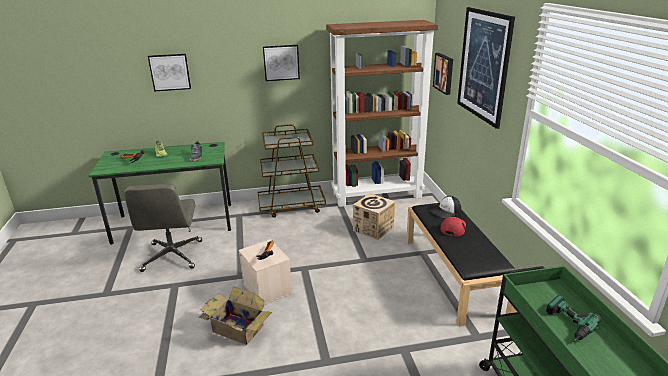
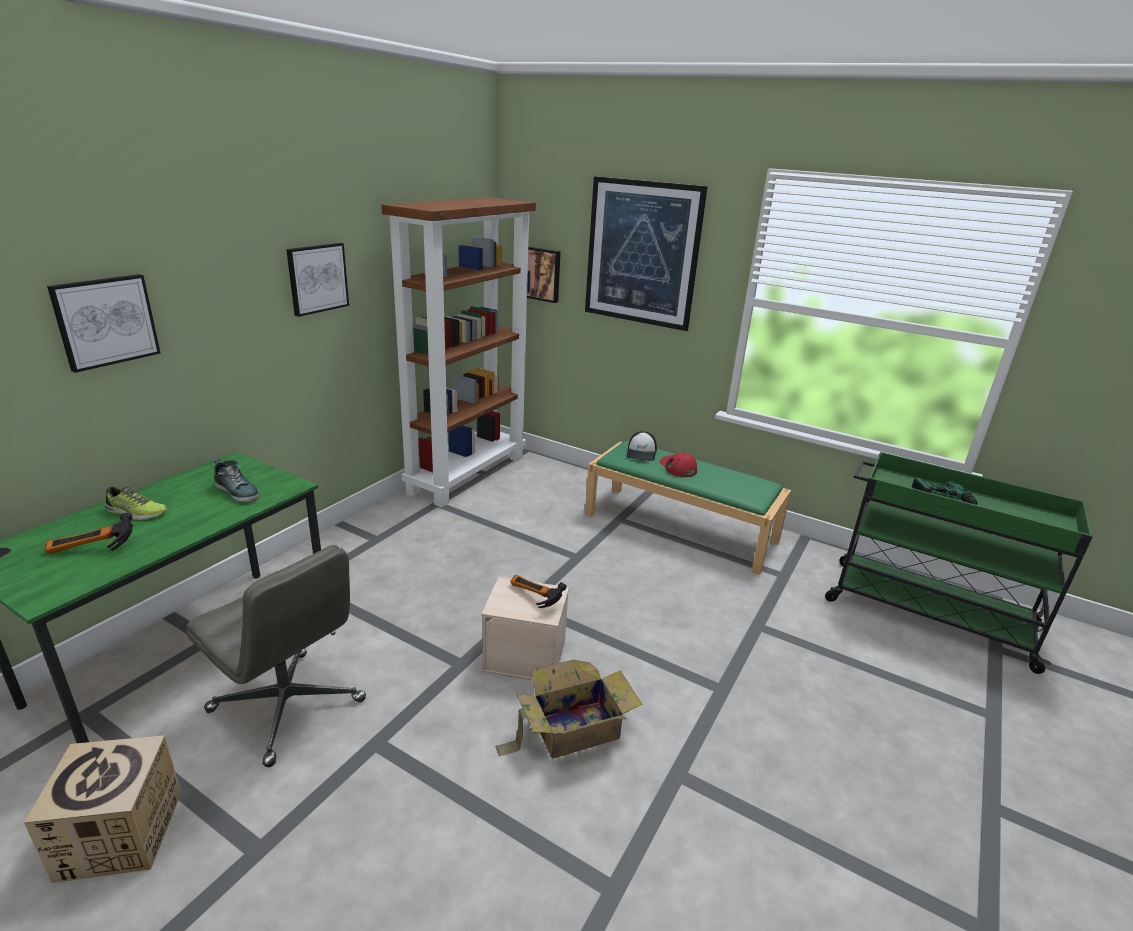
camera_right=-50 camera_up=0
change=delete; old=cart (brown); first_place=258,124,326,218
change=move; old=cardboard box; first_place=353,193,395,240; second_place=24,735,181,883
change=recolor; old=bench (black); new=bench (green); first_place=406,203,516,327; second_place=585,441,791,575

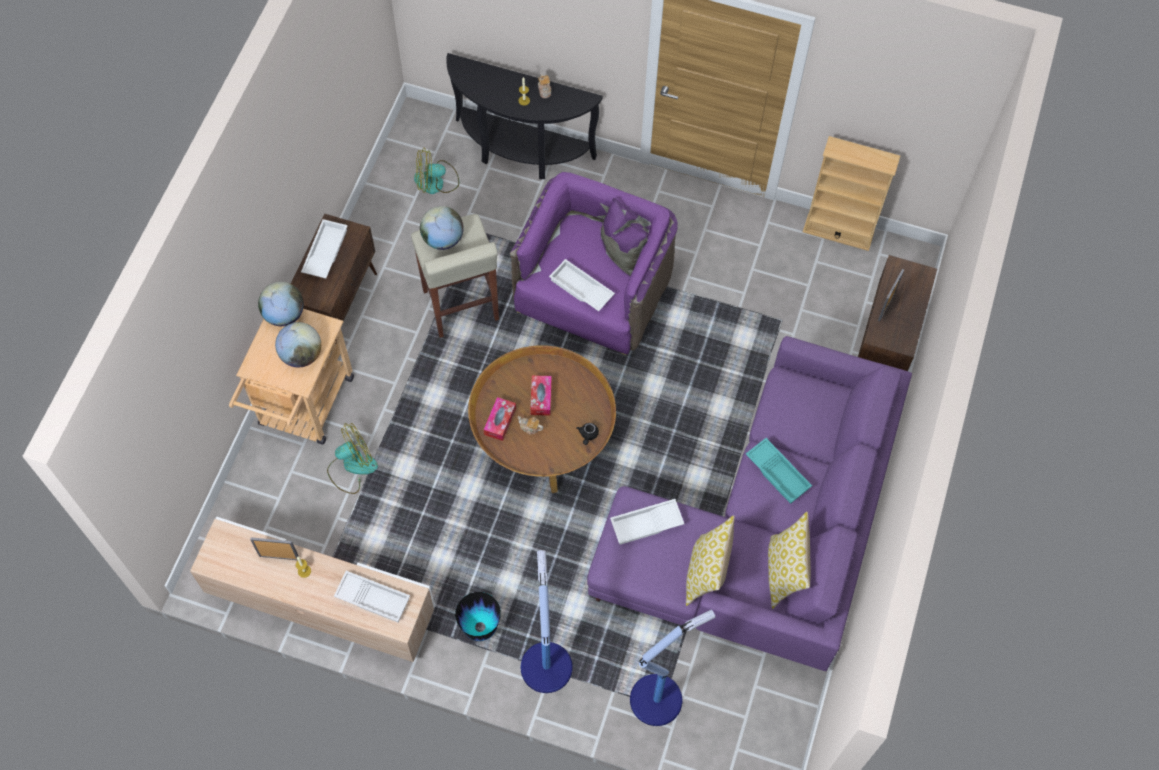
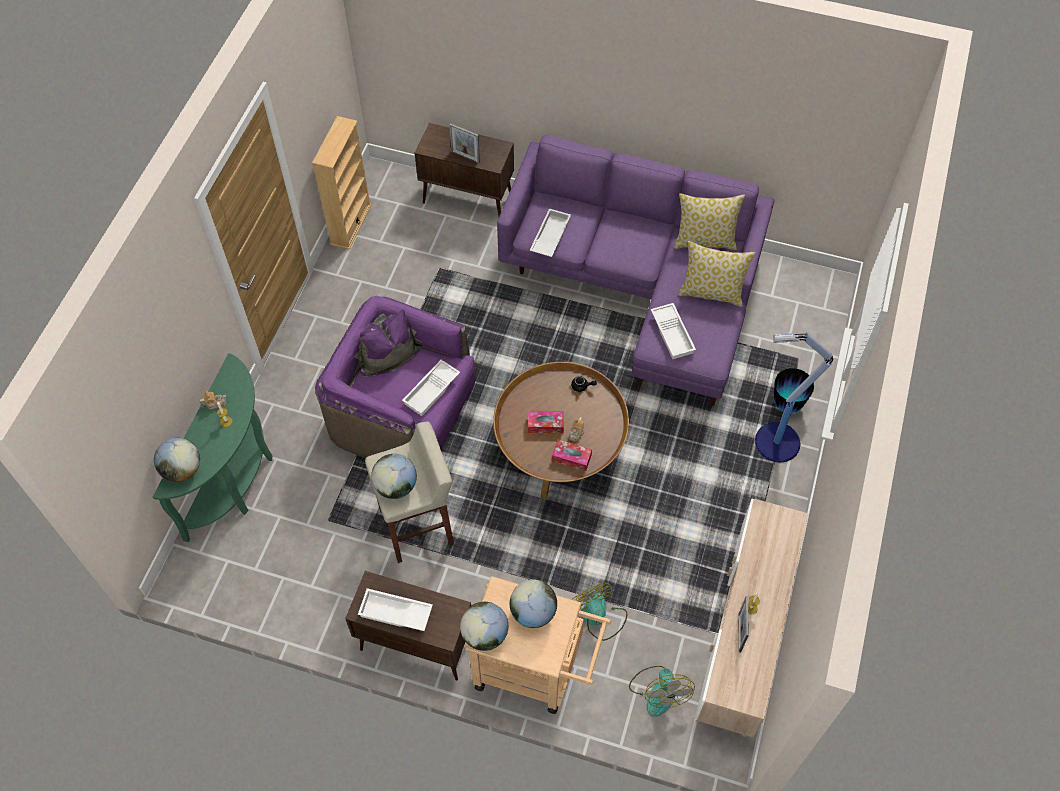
camera_right=-90 camera_up=-5
change=delete; old=floor lamp; first_place=630,609,716,726
change=delete; old=tray (turquoise); first_place=746,438,812,504
change=insert; new=globe; second_place=154,438,200,482
change=move; old=tray (white); first_place=334,571,410,622; second_place=530,208,571,257
change=move; old=fan; first_place=414,148,459,194; second_place=629,666,695,717
change=move; old=vase; first_place=455,592,501,641; second_place=774,368,814,413
change=recolor; old=console table (black); new=console table (green); first_place=446,53,603,179; second_place=153,353,273,542

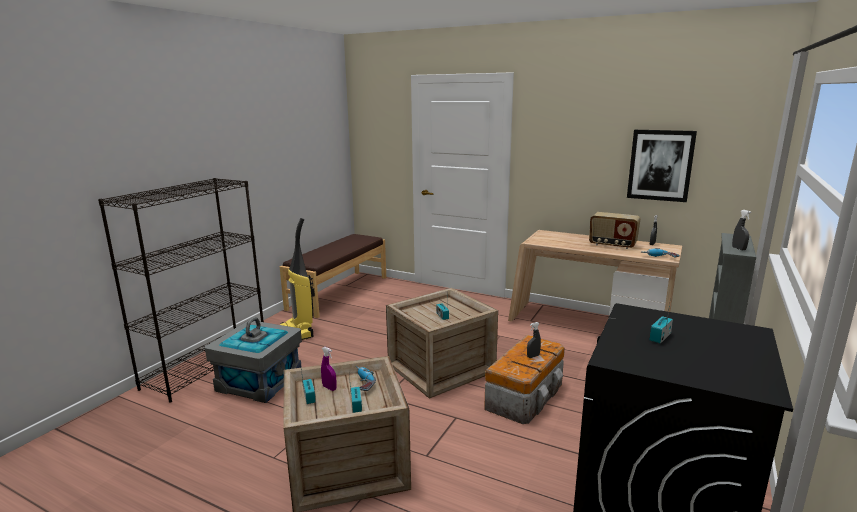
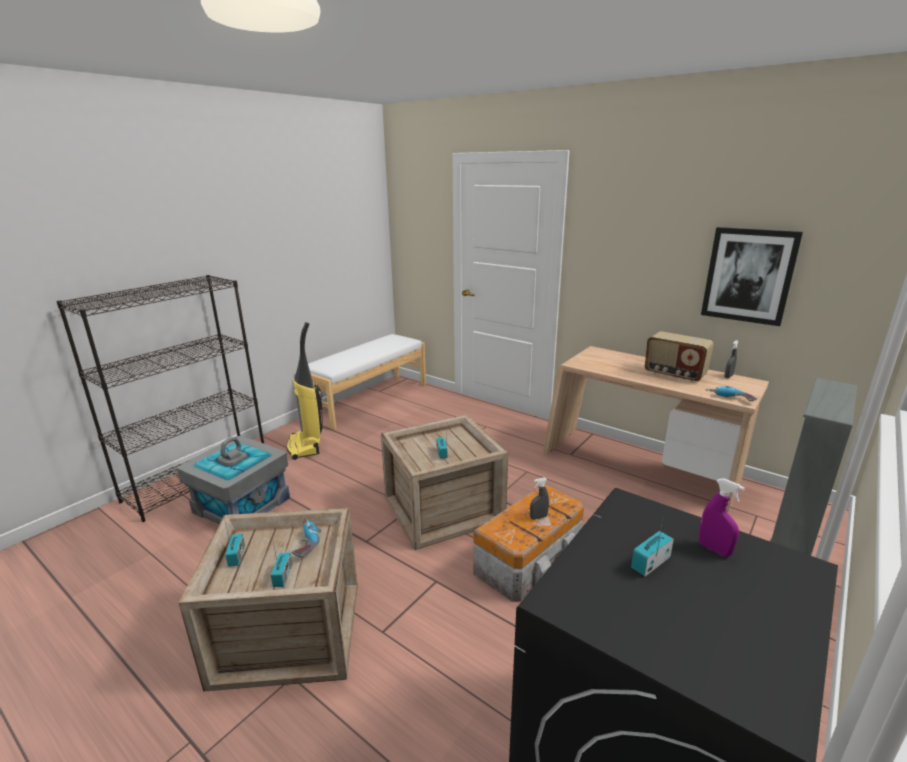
camera_right=10 camera_up=5
change=delete; old=spray bottle (grey); first_place=732,210,752,250
change=move; old=spray bottle (purple); first_place=321,347,337,391; second_place=699,478,745,557
change=recolor; old=bench (brown); new=bench (white); first_place=280,234,386,318; second_place=308,334,426,430

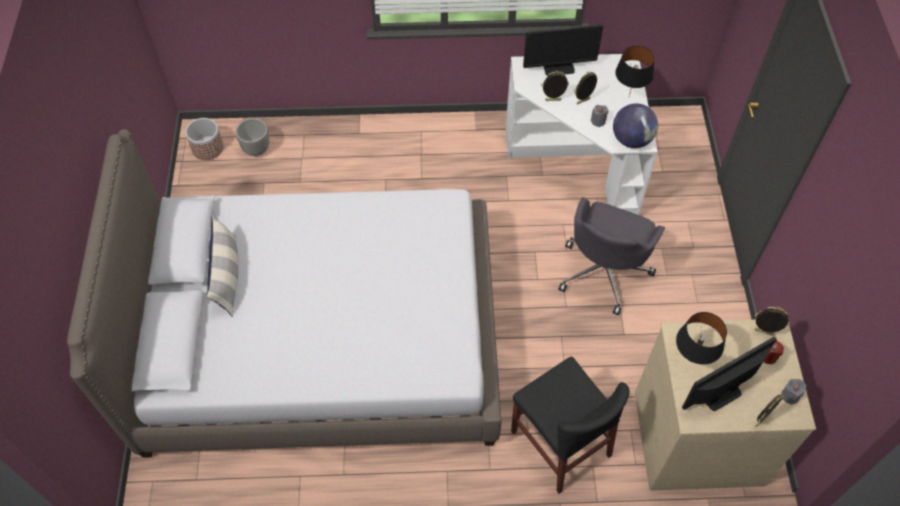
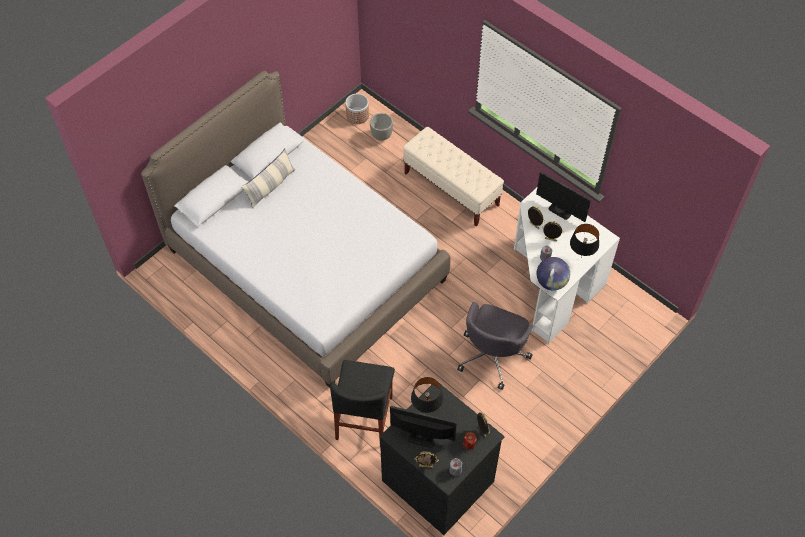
camera_right=45 camera_up=0
change=insert; new=bench (beige); second_place=403,127,504,227
change=recolor; old=dresser (beige); new=dresser (black); first_place=635,320,816,491; second_place=380,383,505,535
change=rotate; old=office chair (grey); first_place=558,197,665,315; second_place=457,302,534,390; degrees=-45

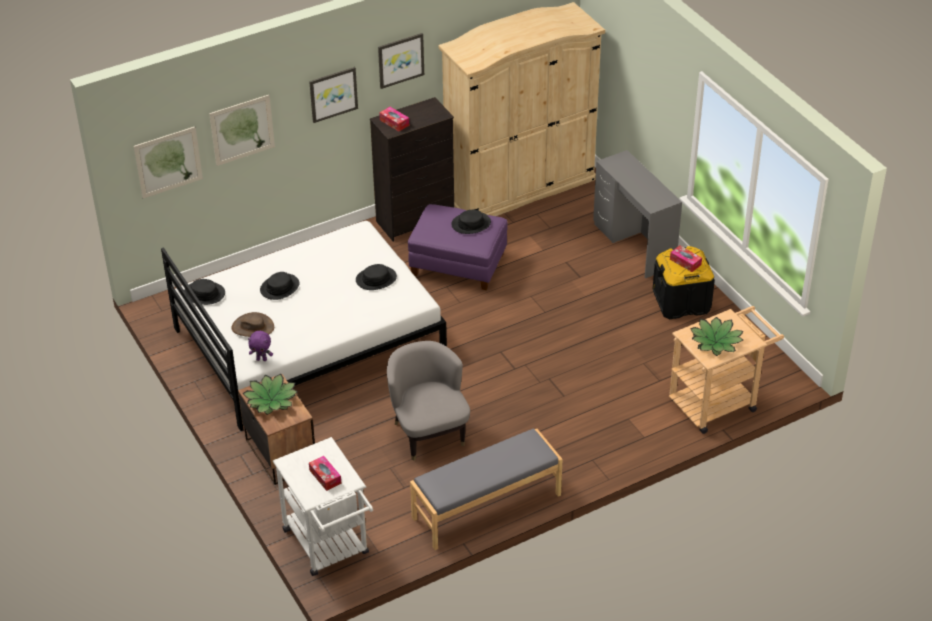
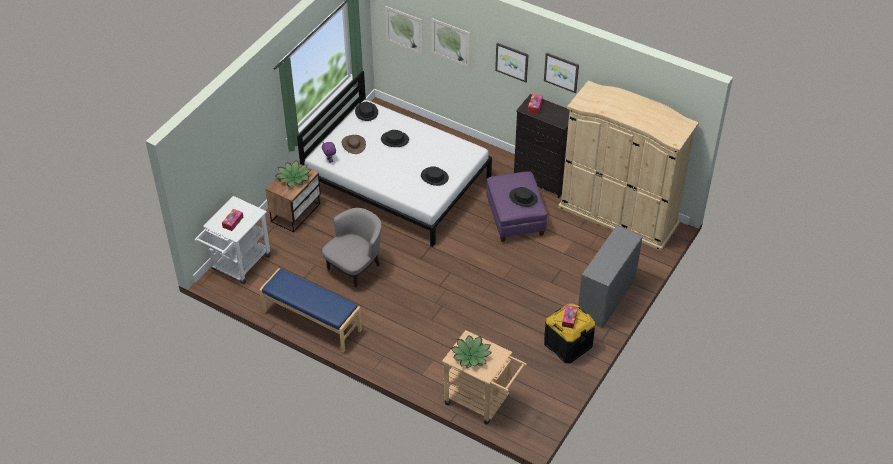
camera_right=60 camera_up=5
change=recolor; old=bench (grey); new=bench (blue); first_place=410,429,563,550; second_place=259,268,362,353

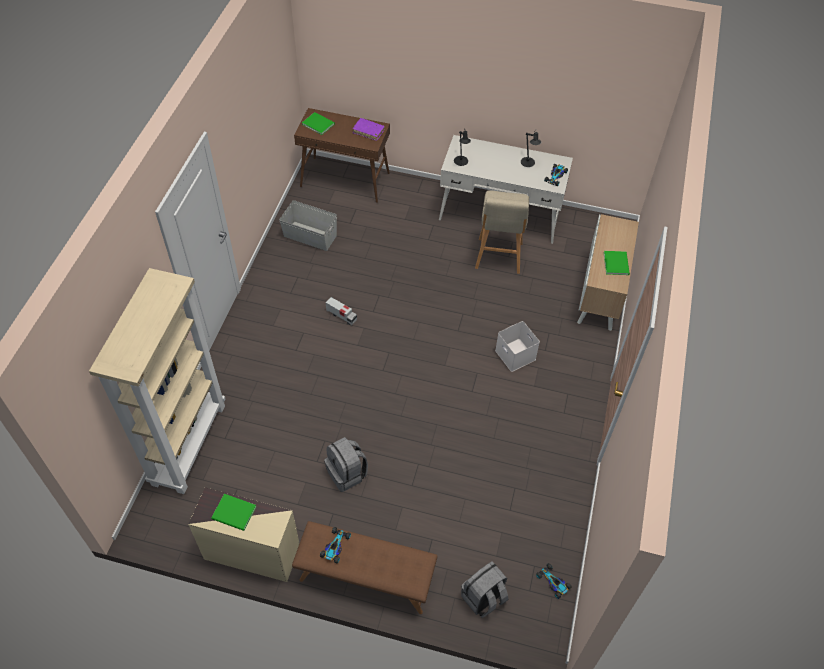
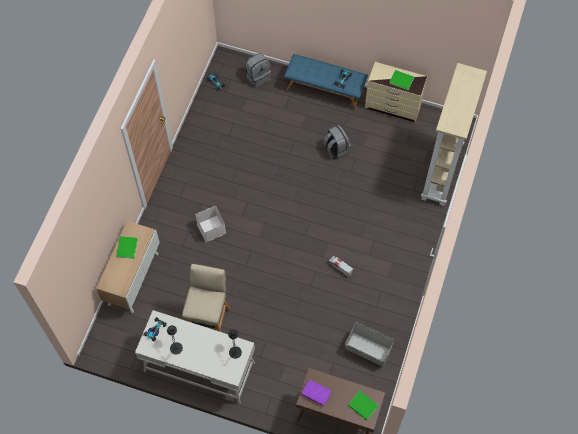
camera_right=-175 camera_up=10
change=recolor; old=bench (brown); new=bench (blue); first_place=292,521,438,614; second_place=284,54,368,110

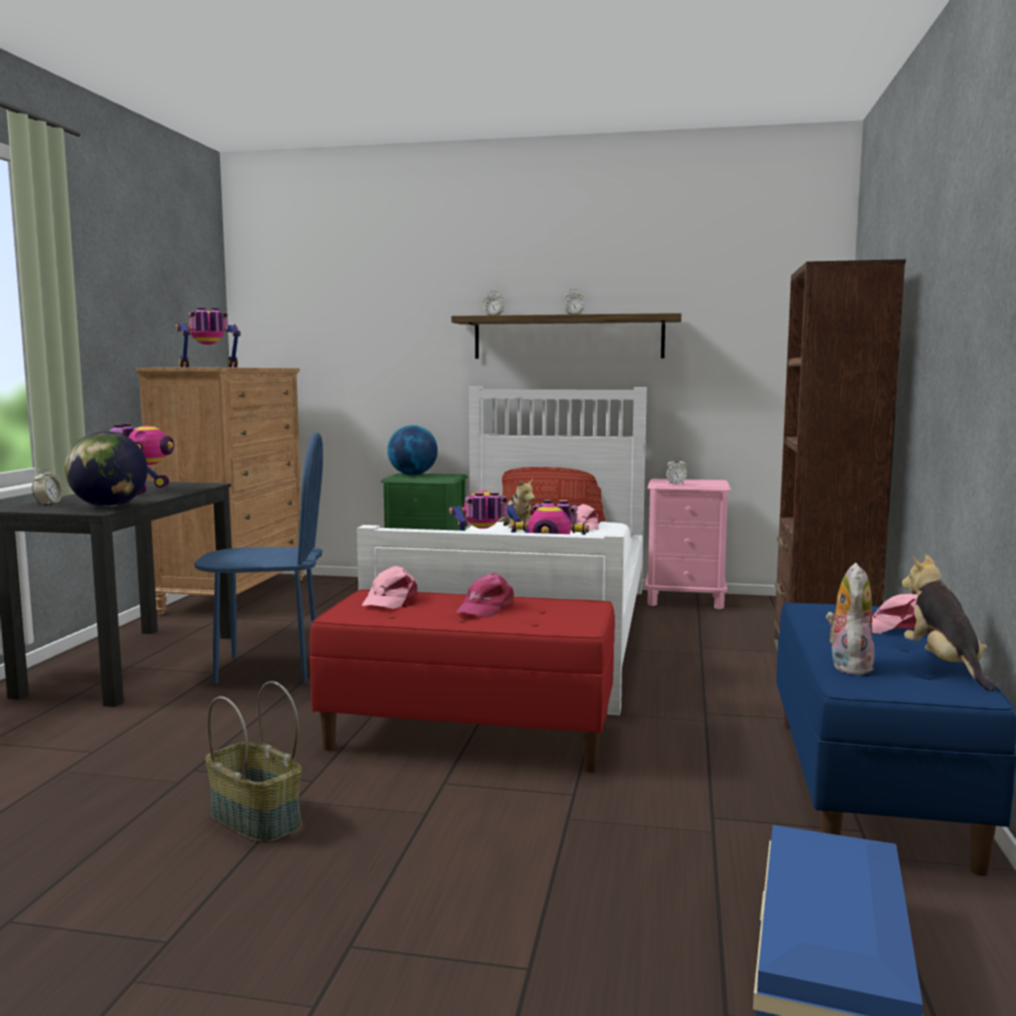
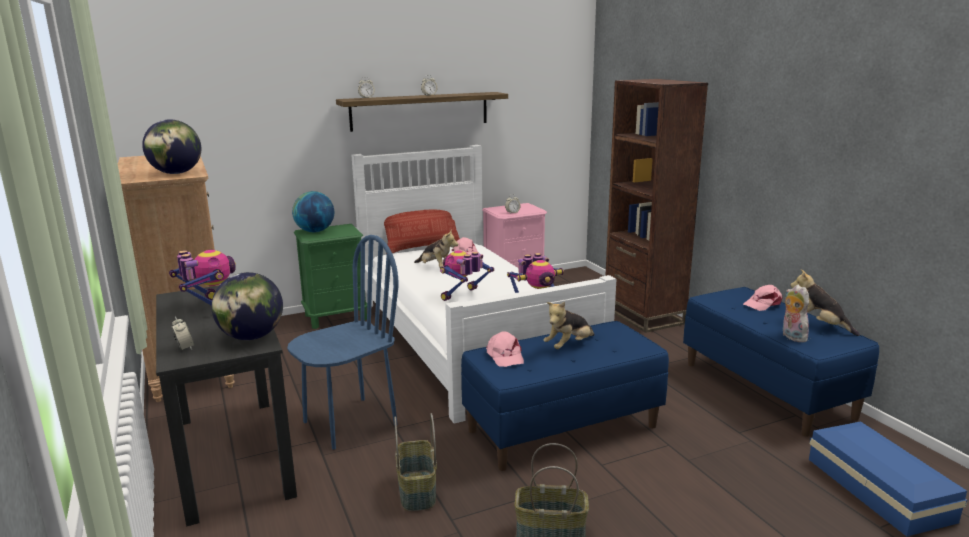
camera_right=-35 camera_up=10
change=insert; new=basket; second_place=394,413,437,511
change=replace; old=toy robot; new=globe; first_place=175,308,241,367; second_place=142,119,201,174
change=replace; old=cap (pink); new=plush toy; first_place=456,573,514,618; second_place=543,302,595,349
change=recolor; old=bench (red); new=bench (blue); first_place=309,589,615,773; second_place=461,321,669,471

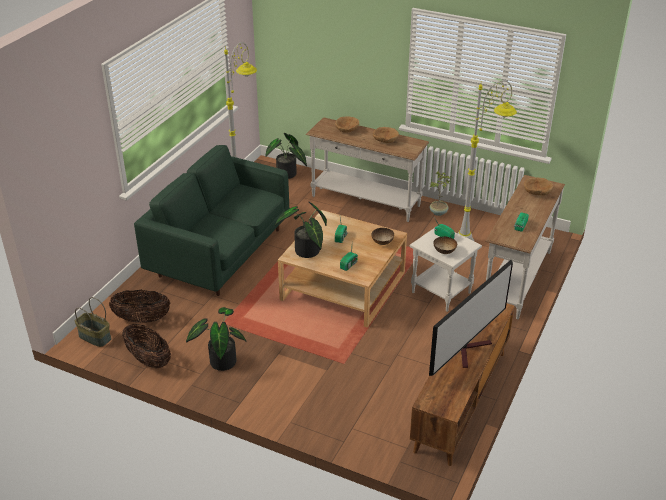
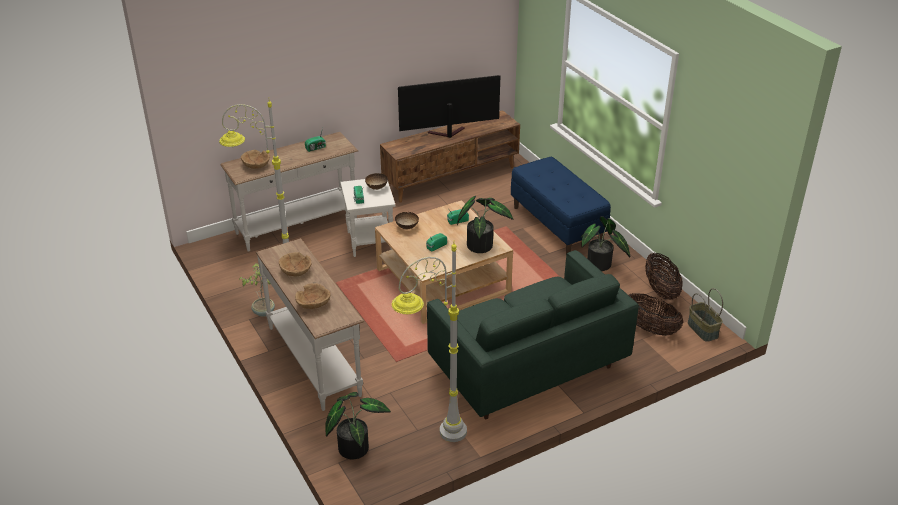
camera_right=-145 camera_up=0
change=insert; new=bench (blue); second_place=511,156,611,255

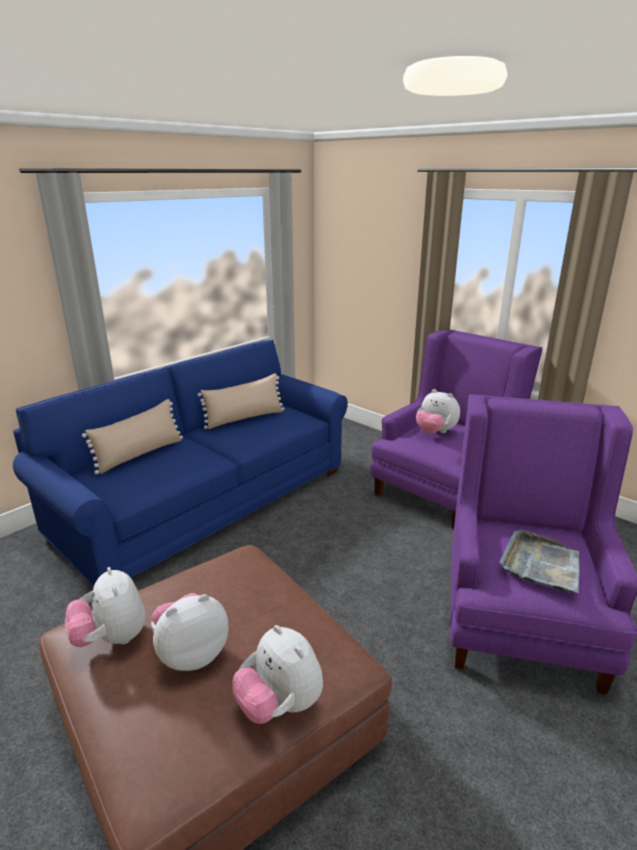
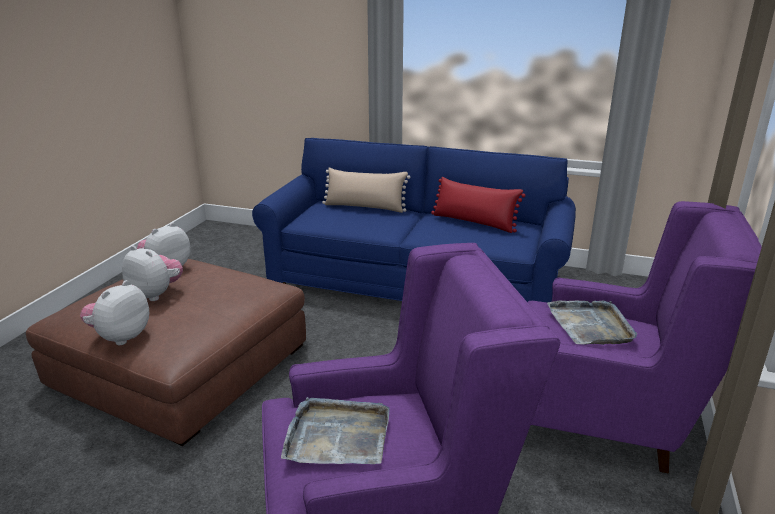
camera_right=65 camera_up=0
change=replace; old=plush toy; new=tray (grey); first_place=416,389,460,434; second_place=547,300,637,345
change=recolor; old=pillow (beige); new=pillow (red); first_place=198,373,284,429; second_place=431,177,526,233

